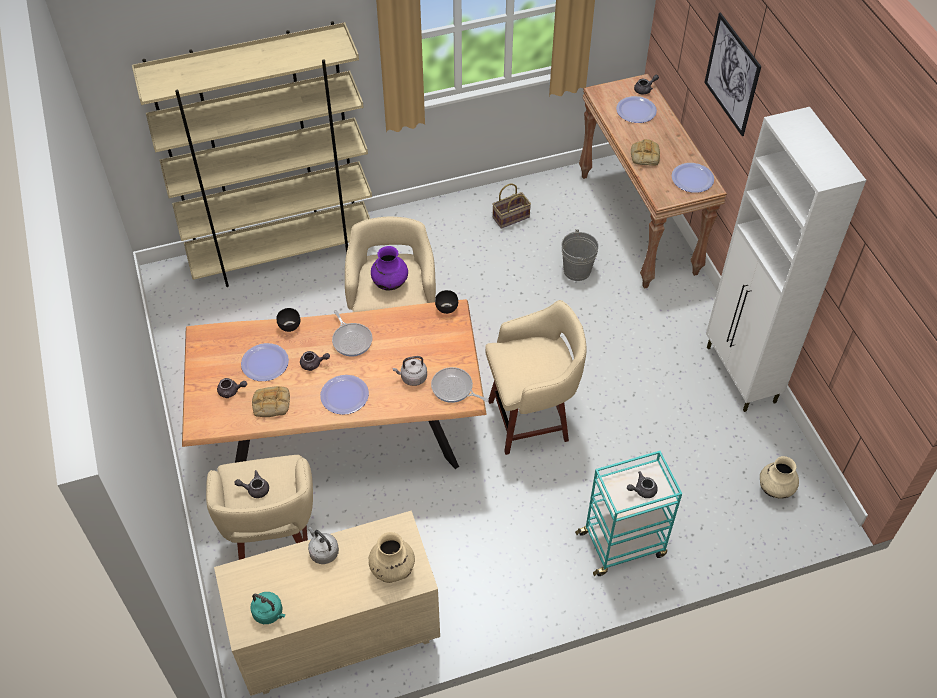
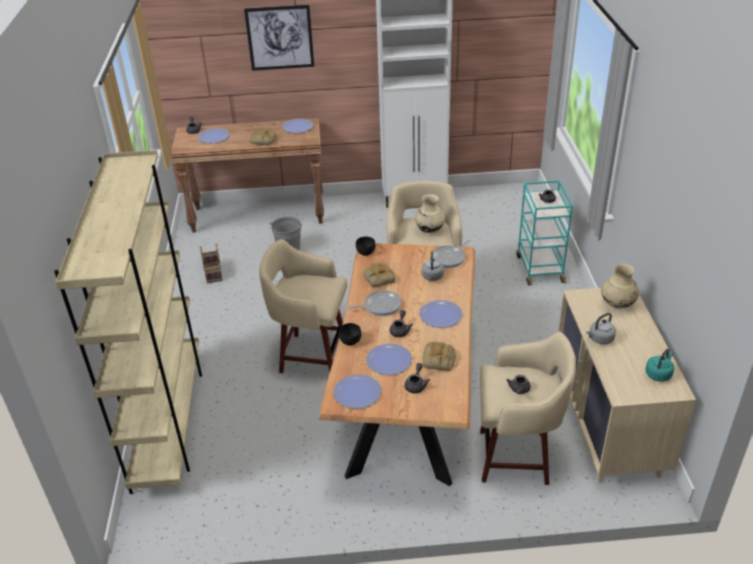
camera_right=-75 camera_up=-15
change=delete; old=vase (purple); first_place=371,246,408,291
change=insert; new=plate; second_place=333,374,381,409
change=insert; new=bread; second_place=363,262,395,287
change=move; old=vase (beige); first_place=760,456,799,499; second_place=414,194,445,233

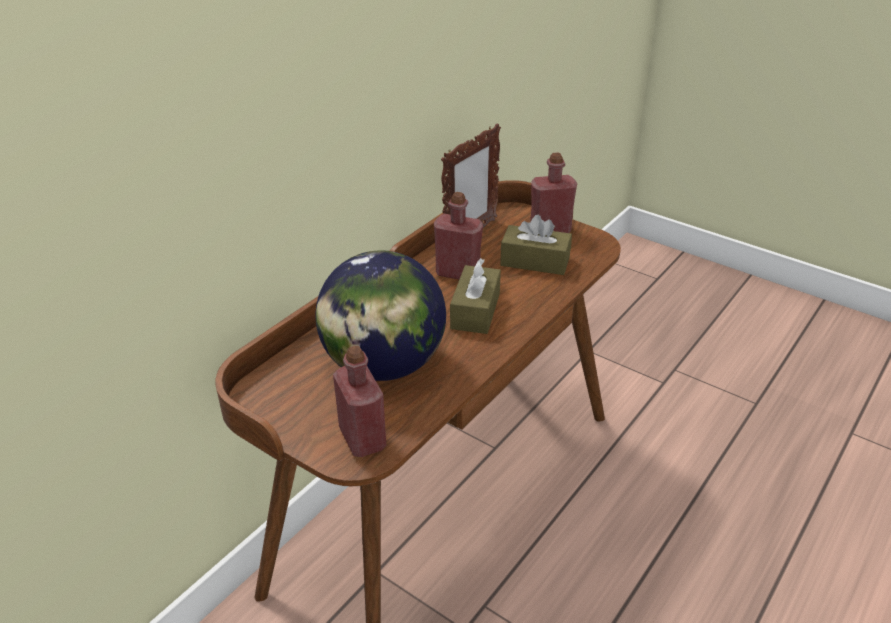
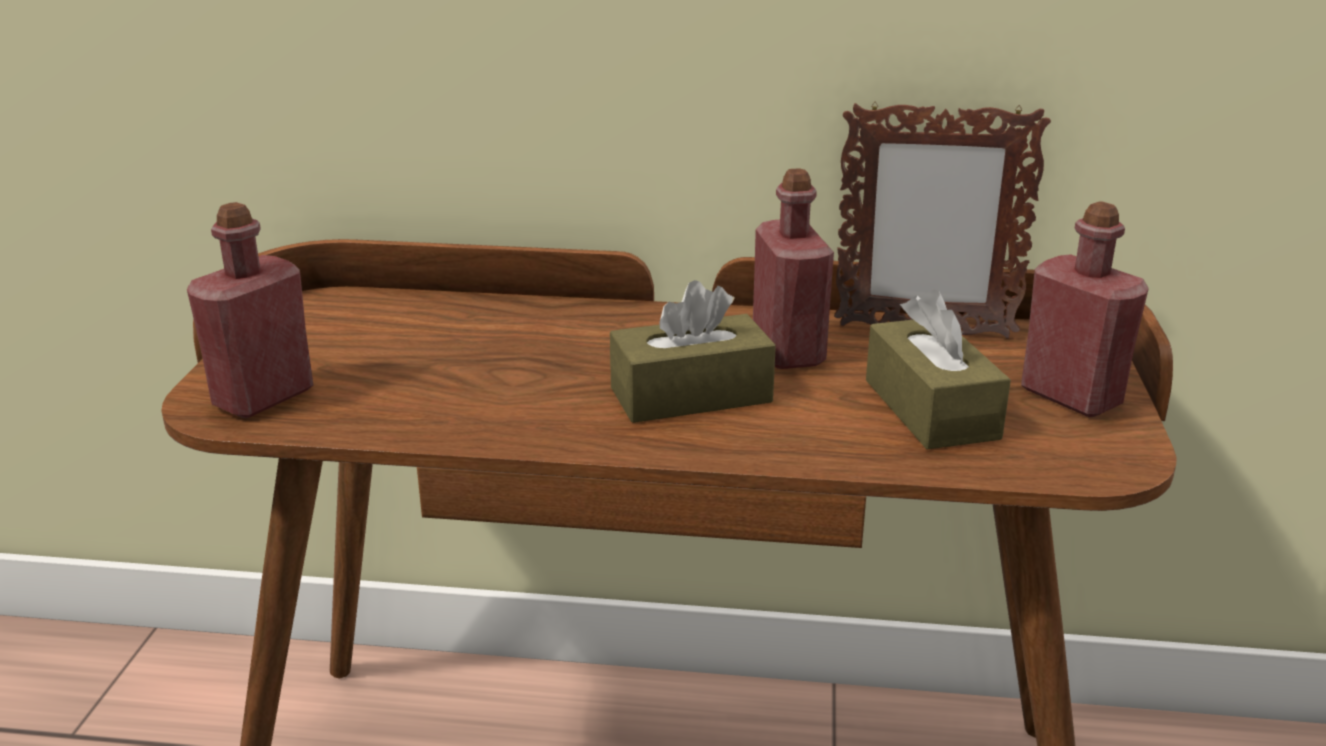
camera_right=60 camera_up=-10
change=delete; old=globe; first_place=316,250,446,381

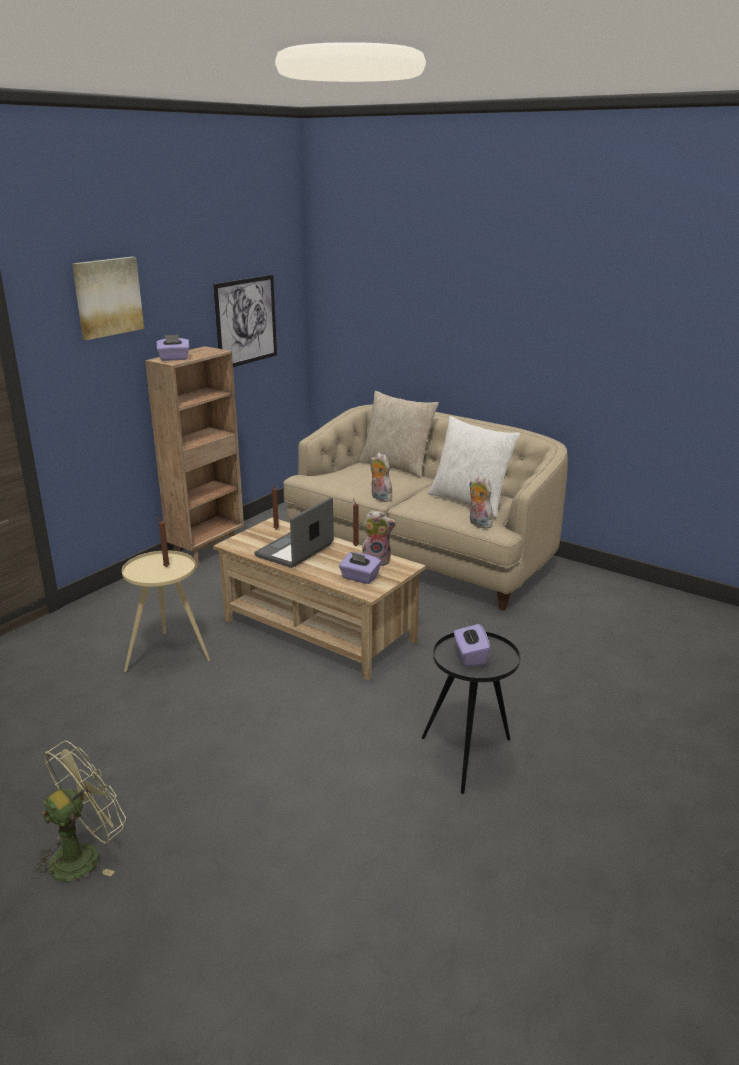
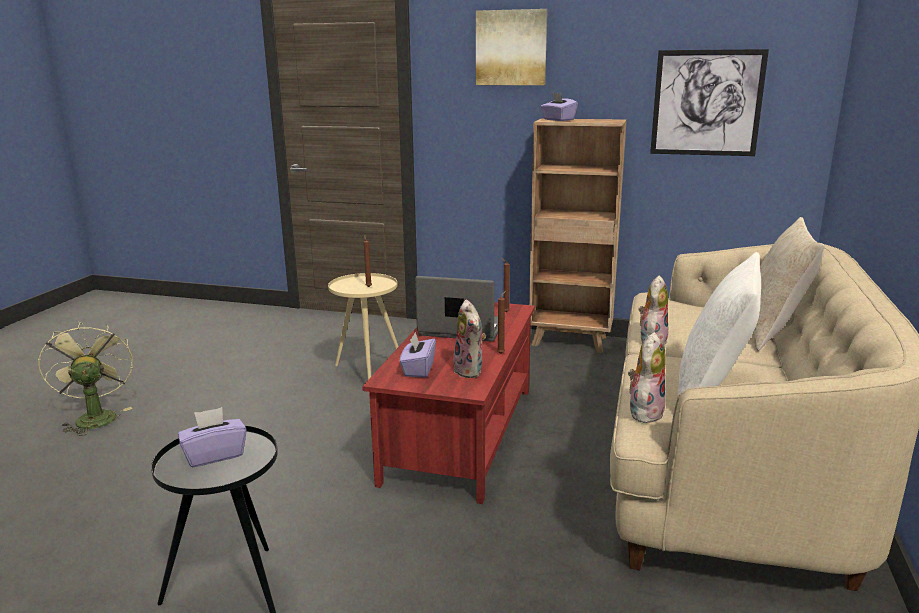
camera_right=70 camera_up=-5
change=recolor; old=coffee table (beige); new=coffee table (red); first_place=213,517,426,681; second_place=362,302,535,504
change=rotate; old=fan (green); first_place=31,741,126,881; second_place=38,321,133,436; degrees=-135

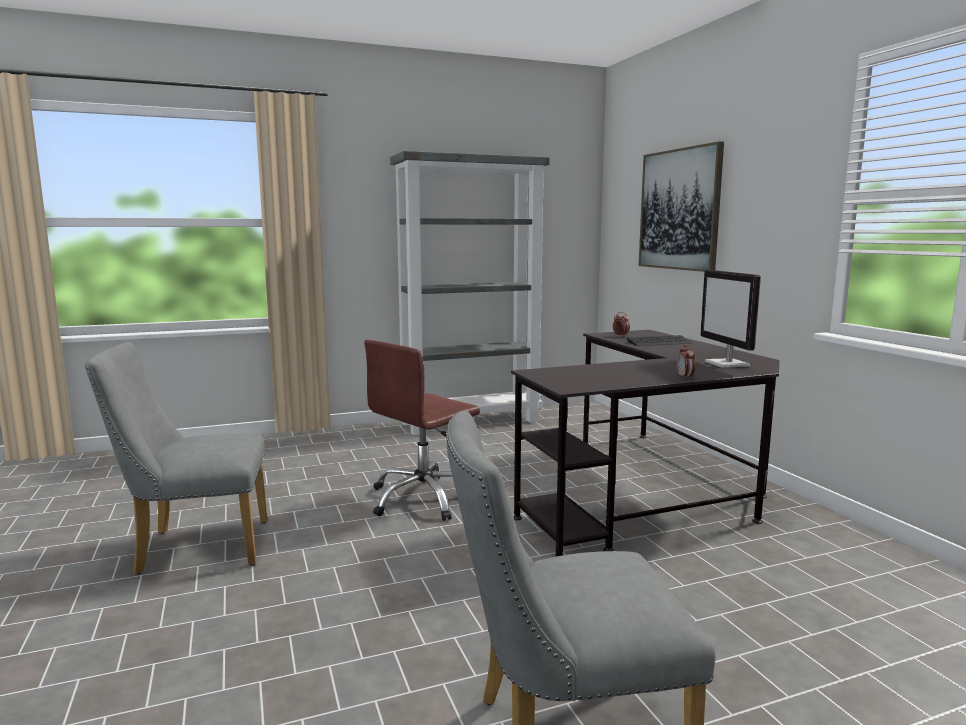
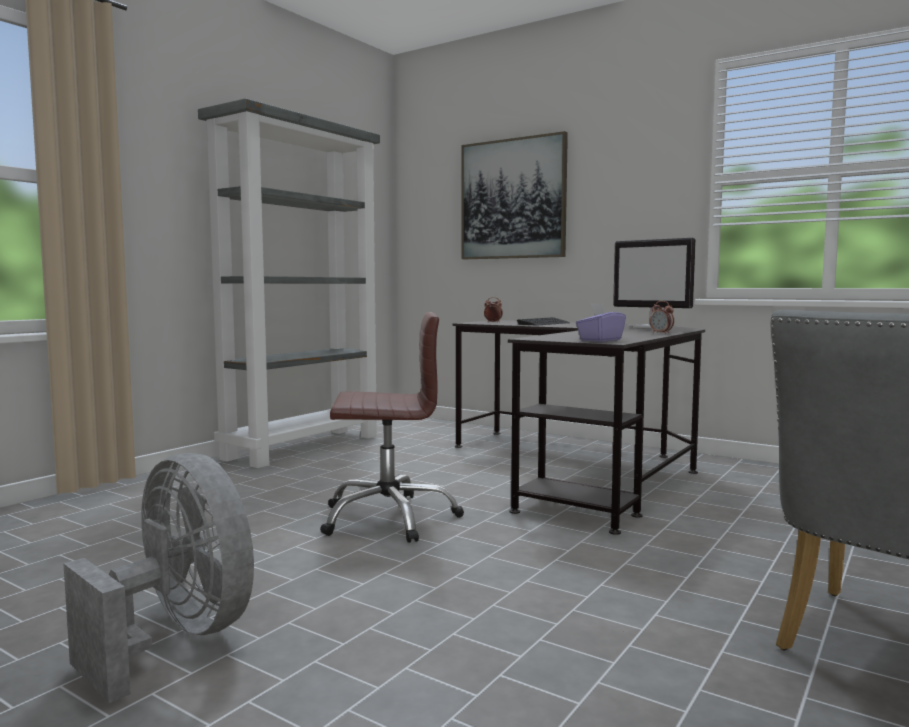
camera_right=-35 camera_up=-5
change=insert; new=tissue box (purple); second_place=576,303,626,342
change=replace; old=chair (grey); new=fan (grey); first_place=85,342,267,574; second_place=63,453,254,703
change=rotate; old=office chair (brown); first_place=364,340,480,521; second_place=320,312,464,543; degrees=-105

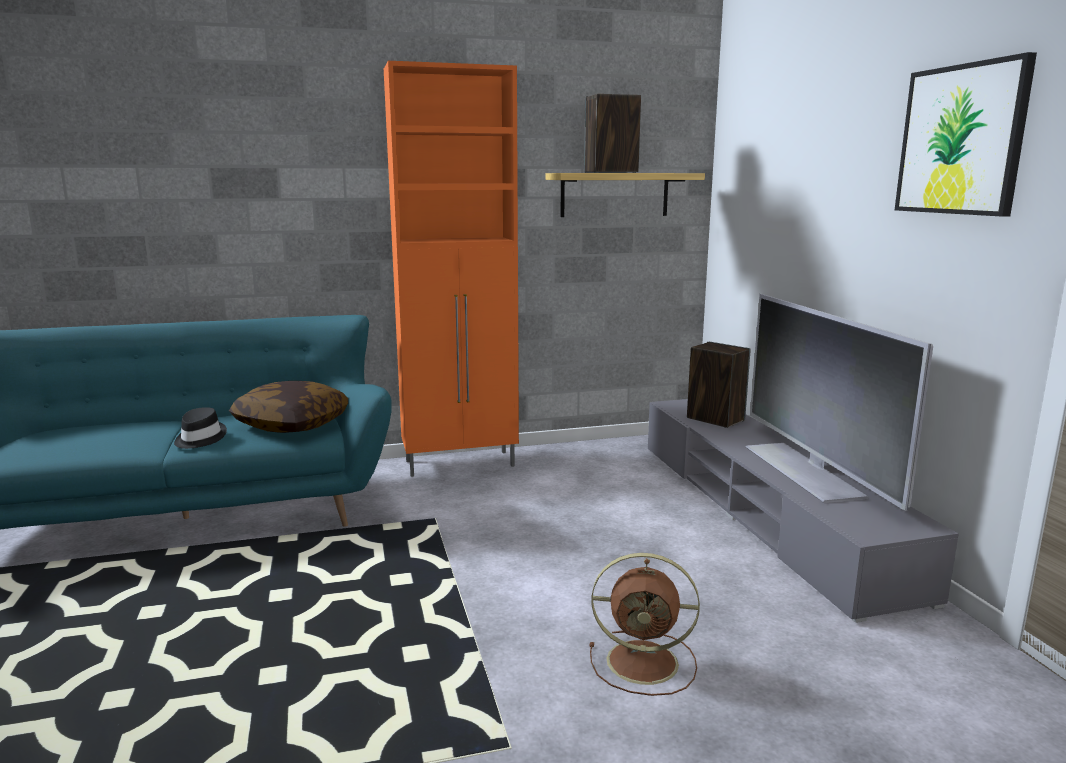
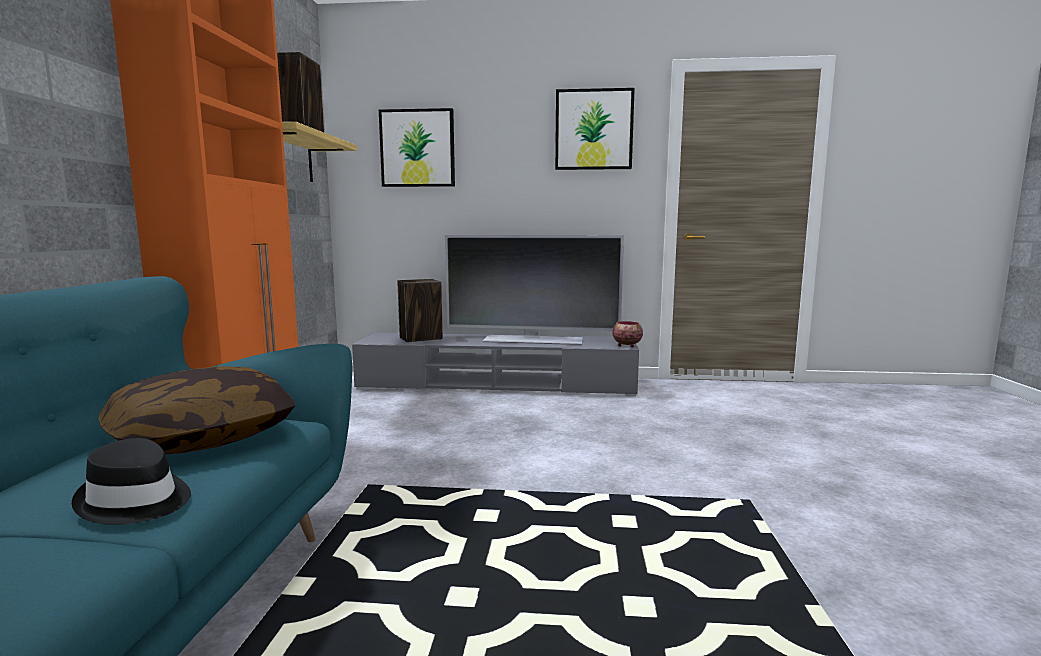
camera_right=-70 camera_up=-5
change=delete; old=fan (brown); first_place=590,553,700,696
change=insert; new=picture; second_place=379,108,455,187
change=insert; new=bowl; second_place=612,321,643,347

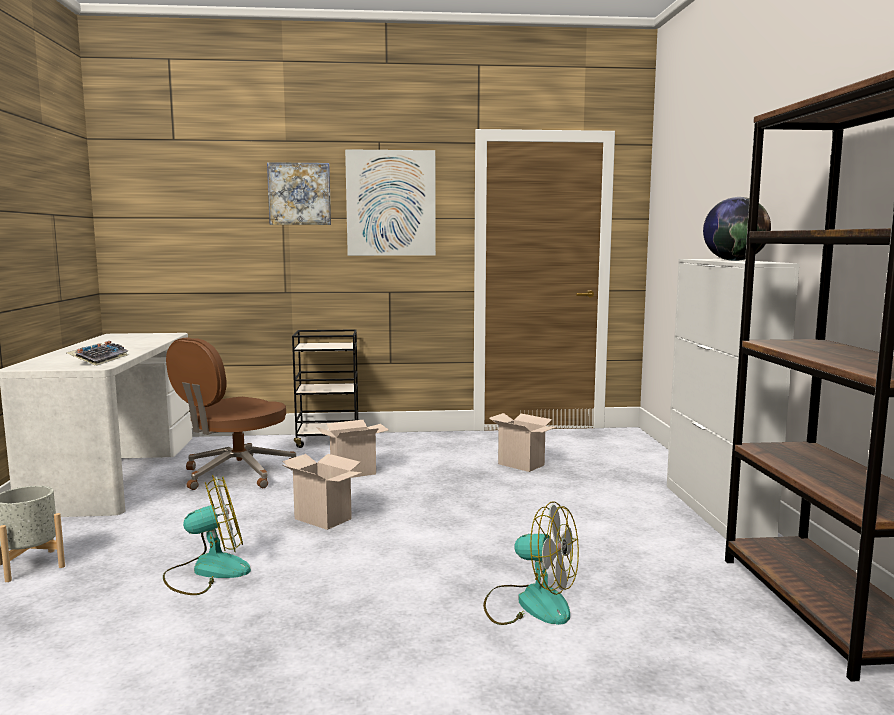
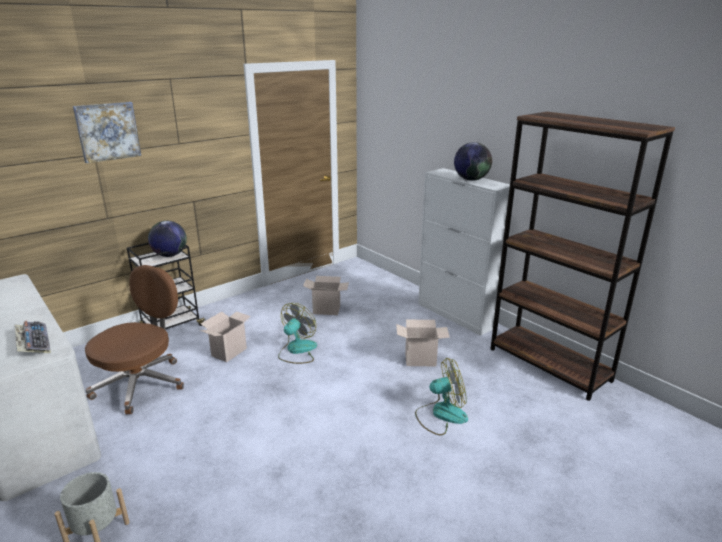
camera_right=-35 camera_up=15
change=delete; old=picture; first_place=345,149,436,256
change=insert; new=globe; second_place=148,221,187,257
change=move; old=fan; first_place=163,475,251,595; second_place=278,303,317,364
change=move; old=cardboard box; first_place=282,454,363,530; second_place=396,320,450,366
change=rotate; old=office chair (brown); first_place=166,337,296,490; second_place=85,265,184,414; degrees=-150

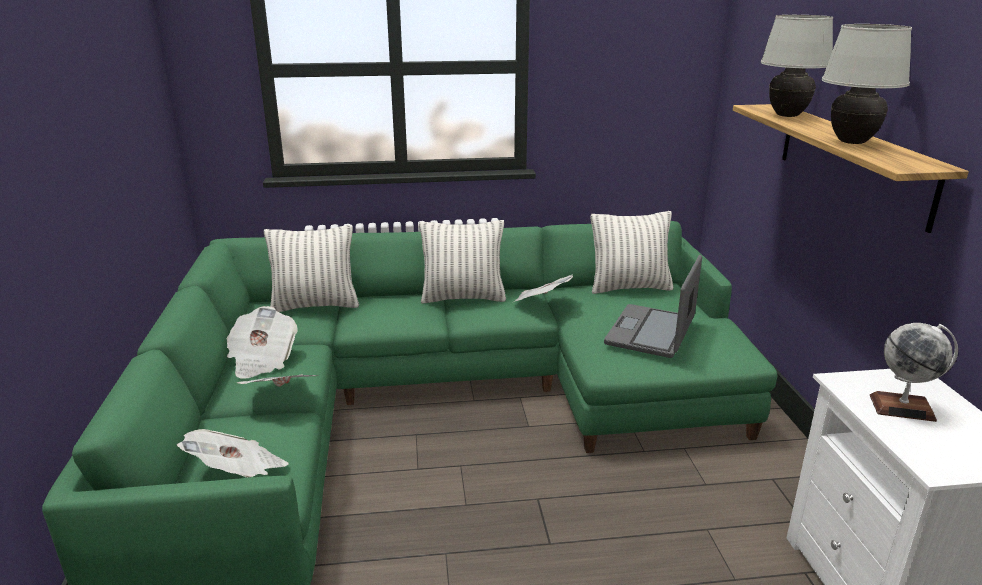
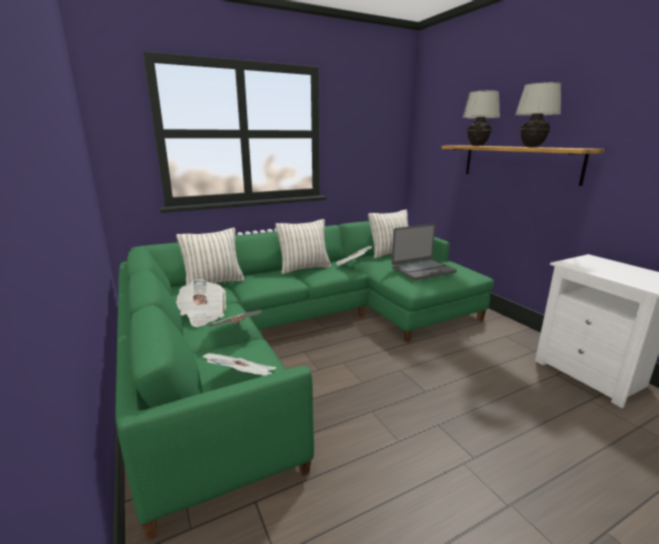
camera_right=-20 camera_up=-5
change=delete; old=globe; first_place=870,323,958,422
change=rotate; old=laptop; first_place=604,255,702,358; second_place=392,224,457,280; degrees=-120

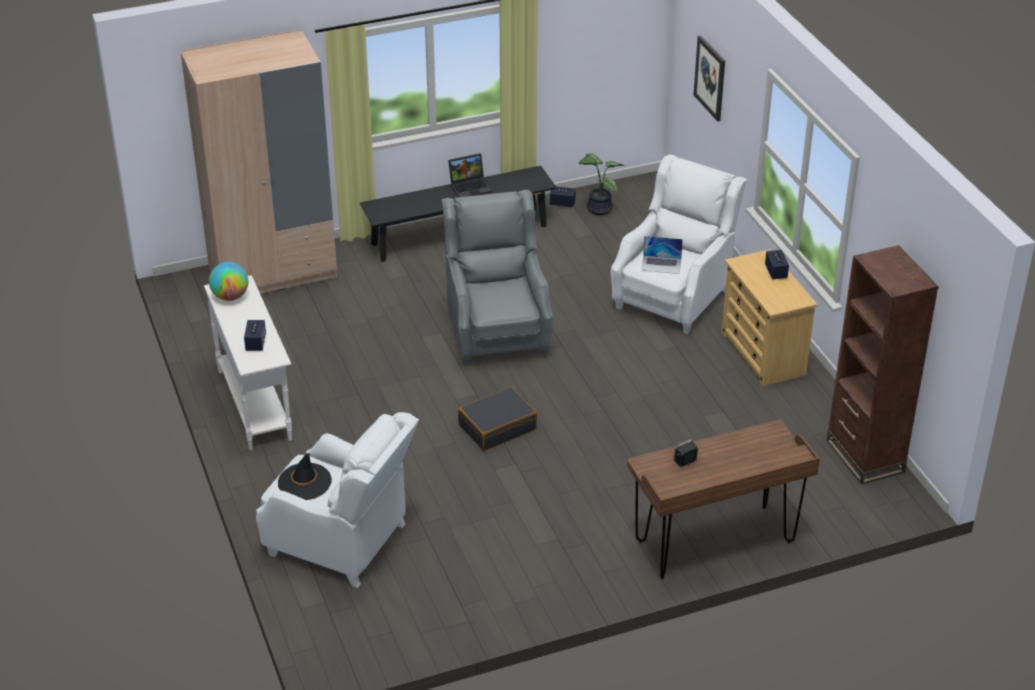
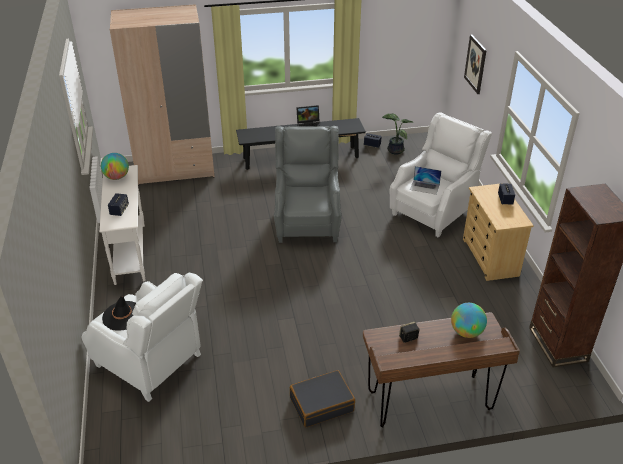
camera_right=10 camera_up=0
change=insert; new=globe; second_place=451,303,487,338
change=move; old=suitcase (black); first_place=458,387,537,451; second_place=290,370,355,428

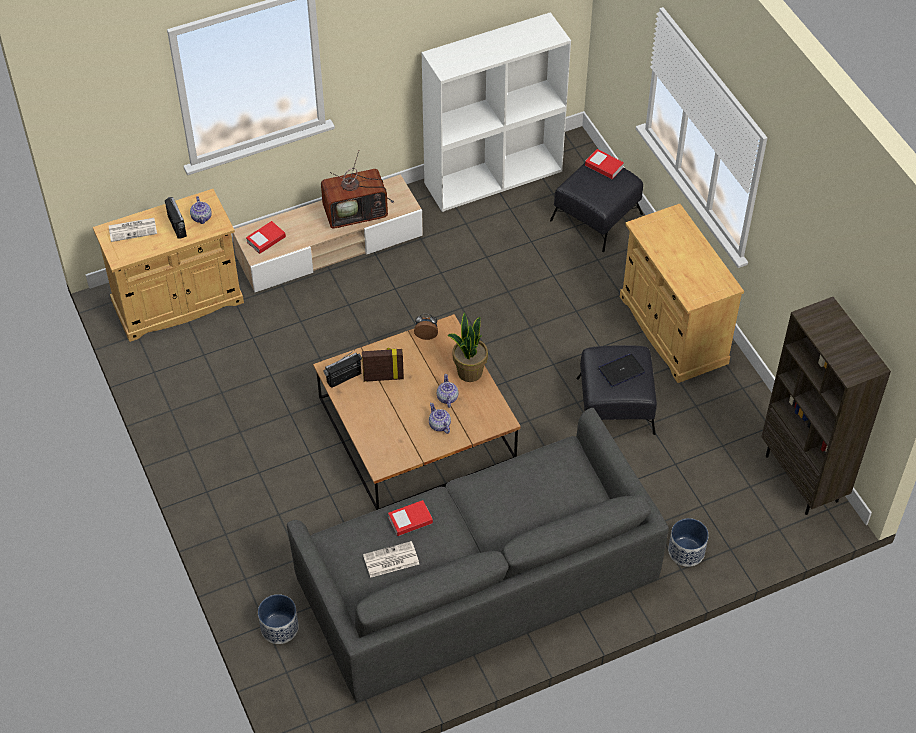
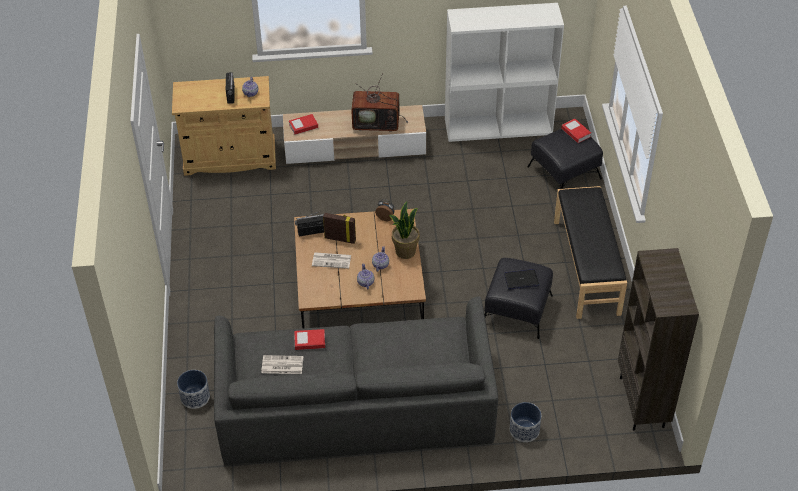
camera_right=20 camera_up=-5
change=move; old=newspaper; first_place=109,218,157,242; second_place=312,252,351,269
change=replace; old=cabinet (beige); new=bench (black); first_place=620,204,744,383; second_place=554,186,627,319

